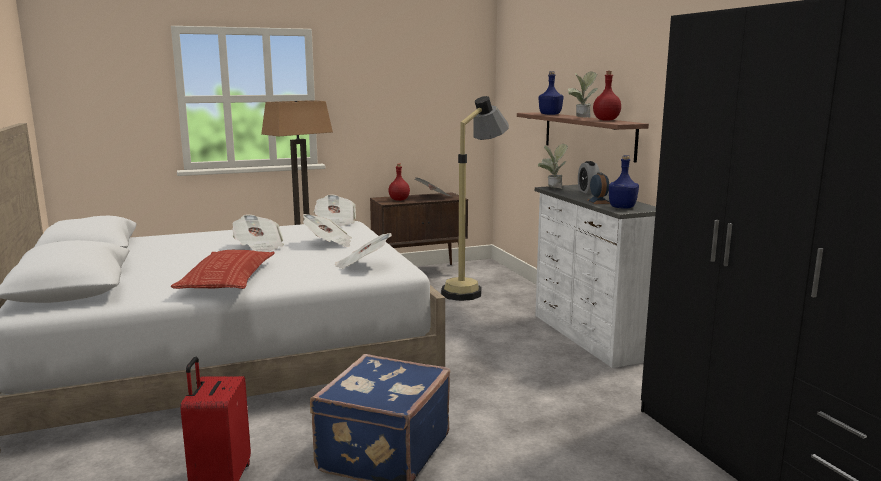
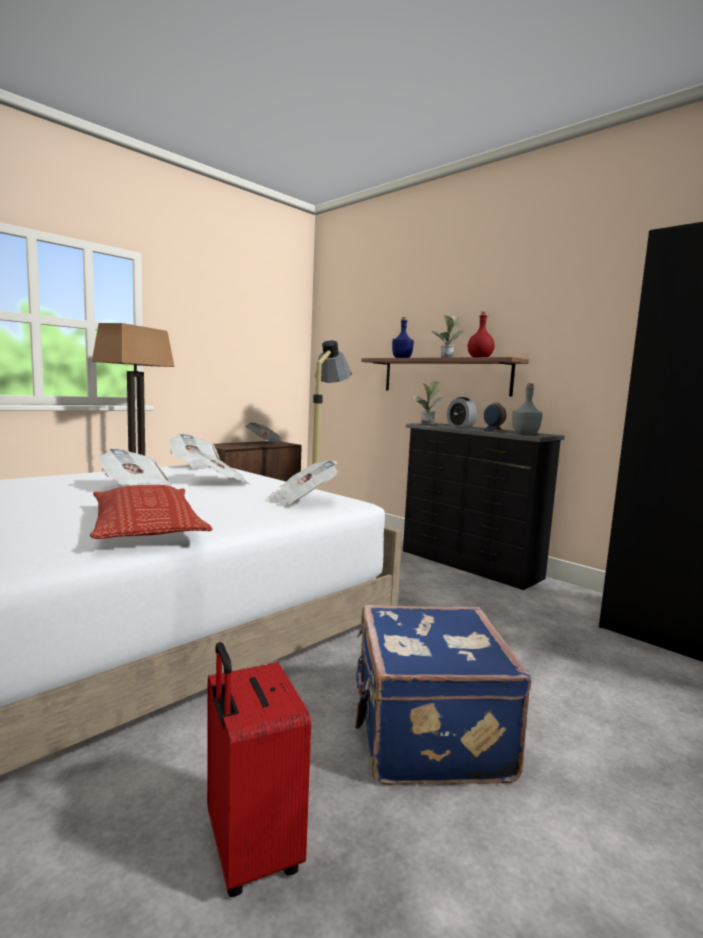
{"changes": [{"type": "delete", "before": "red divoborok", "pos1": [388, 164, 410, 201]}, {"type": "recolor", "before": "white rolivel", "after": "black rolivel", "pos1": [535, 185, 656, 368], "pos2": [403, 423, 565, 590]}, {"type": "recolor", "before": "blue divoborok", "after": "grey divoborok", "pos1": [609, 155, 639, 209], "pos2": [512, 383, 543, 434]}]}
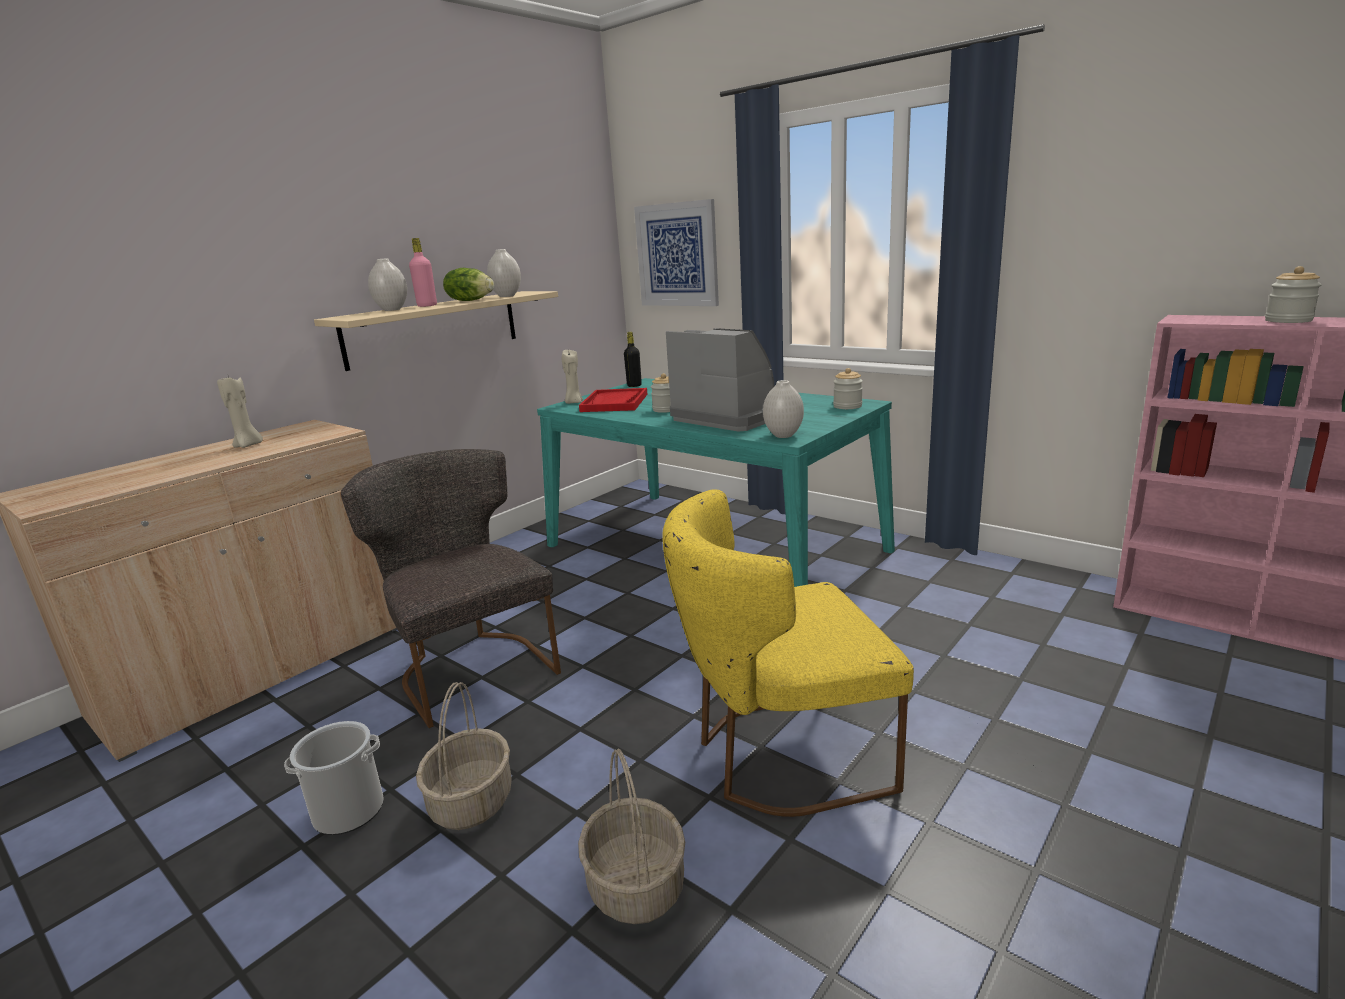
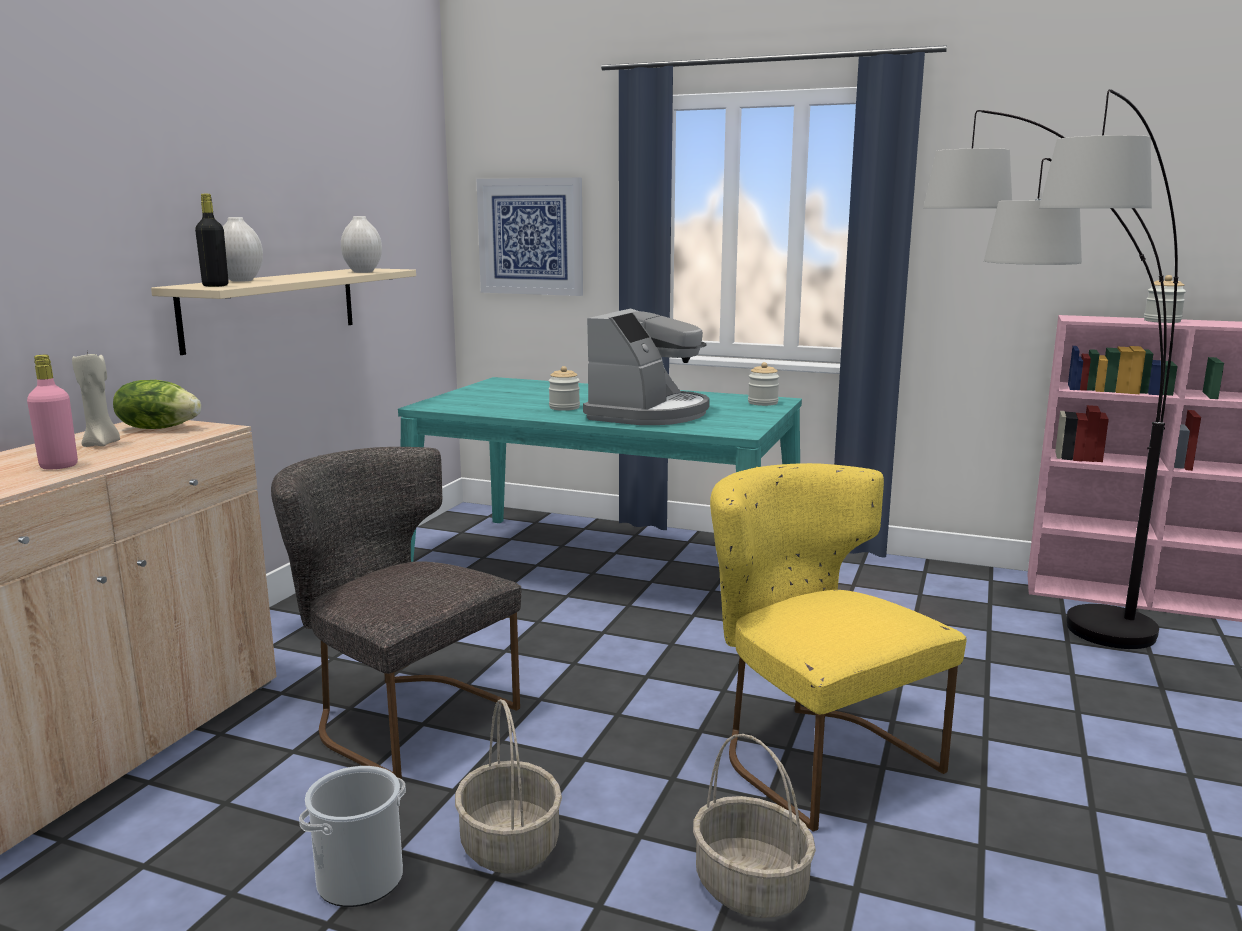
{"changes": [{"type": "delete", "before": "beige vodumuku", "pos1": [562, 350, 583, 404]}, {"type": "delete", "before": "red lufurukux", "pos1": [579, 388, 648, 412]}, {"type": "delete", "before": "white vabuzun", "pos1": [763, 380, 804, 438]}, {"type": "insert", "after": "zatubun", "pos2": [923, 89, 1179, 649]}, {"type": "move", "before": "pink divoborok", "pos1": [409, 238, 437, 307], "pos2": [27, 355, 78, 469]}, {"type": "move", "before": "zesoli", "pos1": [443, 268, 494, 301], "pos2": [113, 380, 201, 429]}, {"type": "move", "before": "black divoborok", "pos1": [624, 332, 642, 387], "pos2": [195, 194, 228, 287]}, {"type": "rotate", "before": "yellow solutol", "pos1": [663, 489, 914, 817], "pos2": [710, 463, 967, 832], "turn": 90}, {"type": "rotate", "before": "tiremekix", "pos1": [666, 328, 774, 431], "pos2": [583, 309, 710, 425], "turn": 90}]}
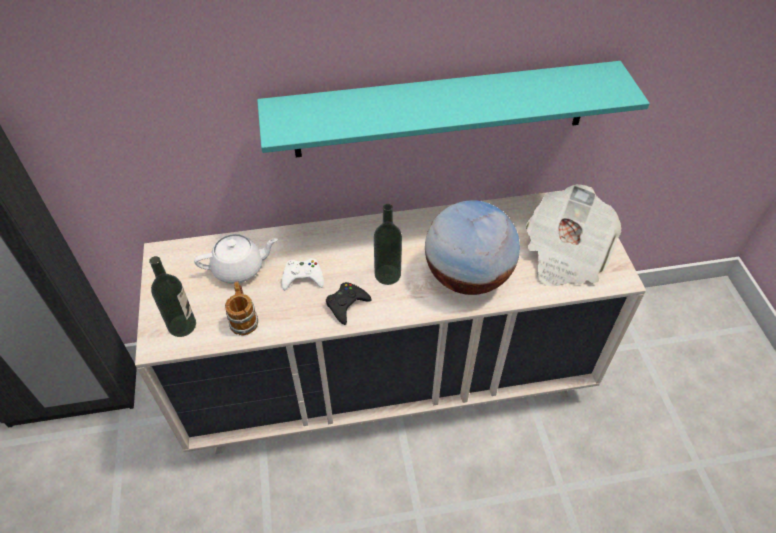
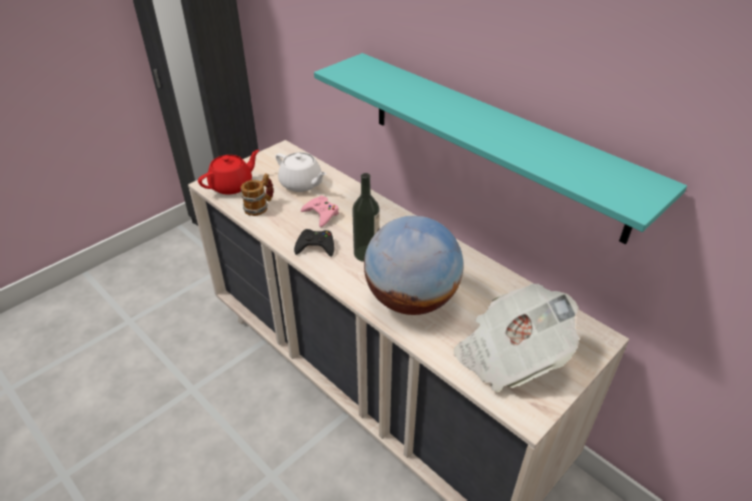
{"changes": [{"type": "replace", "before": "divoborok", "after": "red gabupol", "pos1": [149, 256, 196, 337], "pos2": [198, 150, 259, 195]}, {"type": "recolor", "before": "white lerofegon", "after": "pink lerofegon", "pos1": [282, 258, 324, 290], "pos2": [301, 196, 339, 227]}]}
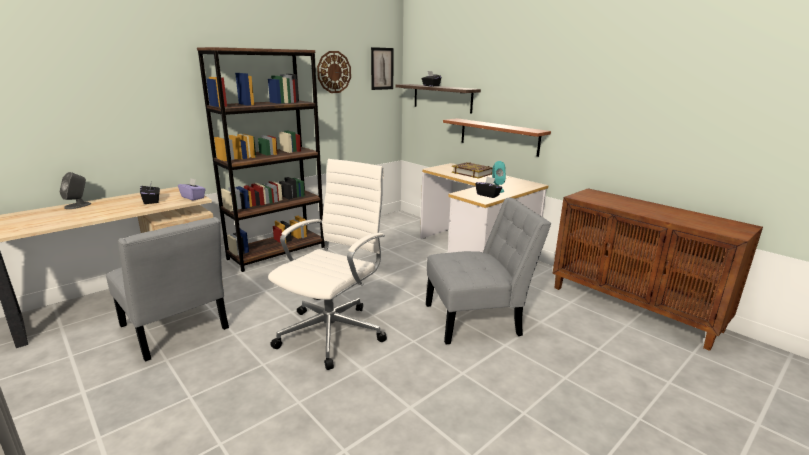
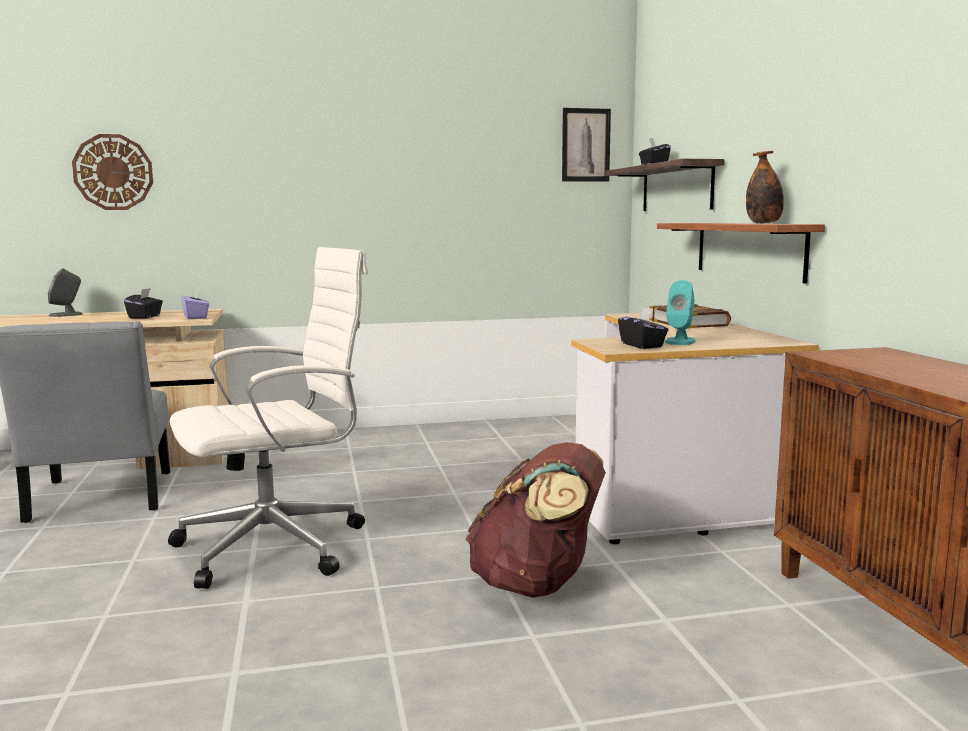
{"changes": [{"type": "delete", "before": "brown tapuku", "pos1": [197, 47, 325, 272]}, {"type": "insert", "after": "divoborok", "pos2": [746, 151, 784, 224]}, {"type": "move", "before": "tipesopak", "pos1": [317, 51, 351, 93], "pos2": [72, 134, 153, 210]}, {"type": "replace", "before": "grey solutol", "after": "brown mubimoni", "pos1": [426, 198, 551, 344], "pos2": [466, 442, 606, 598]}]}
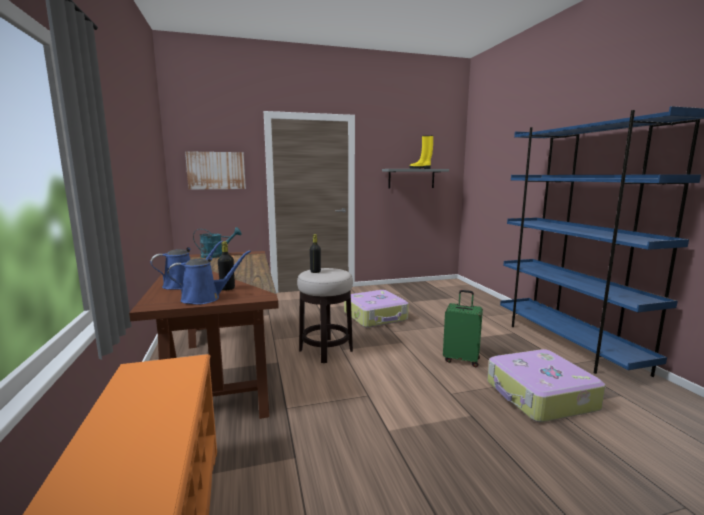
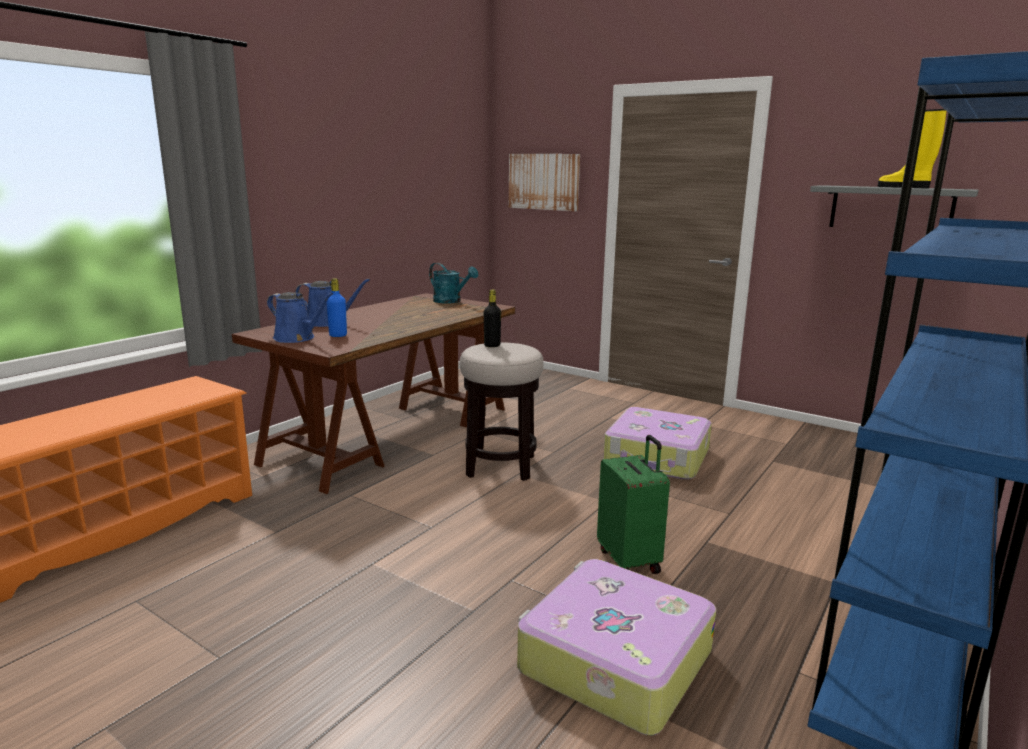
{"changes": [{"type": "recolor", "before": "black divoborok", "after": "blue divoborok", "pos1": [218, 241, 235, 290], "pos2": [326, 278, 347, 337]}]}
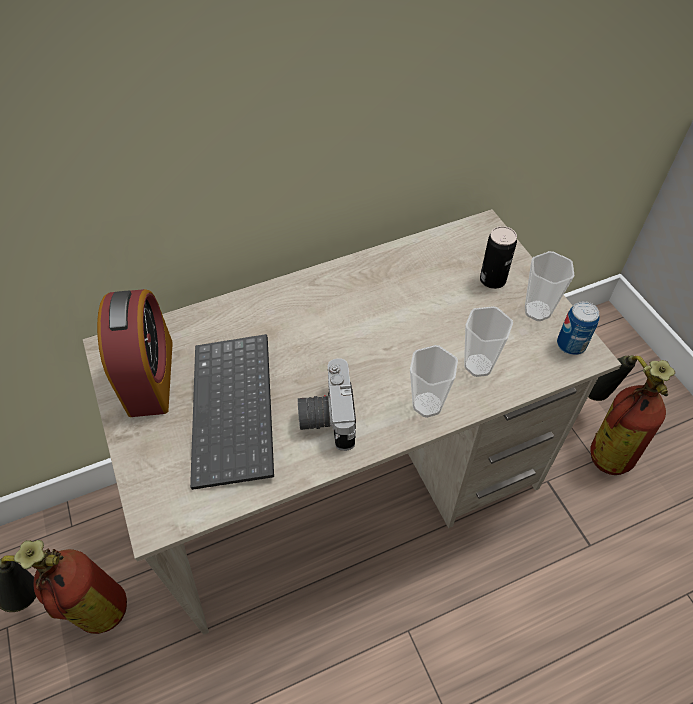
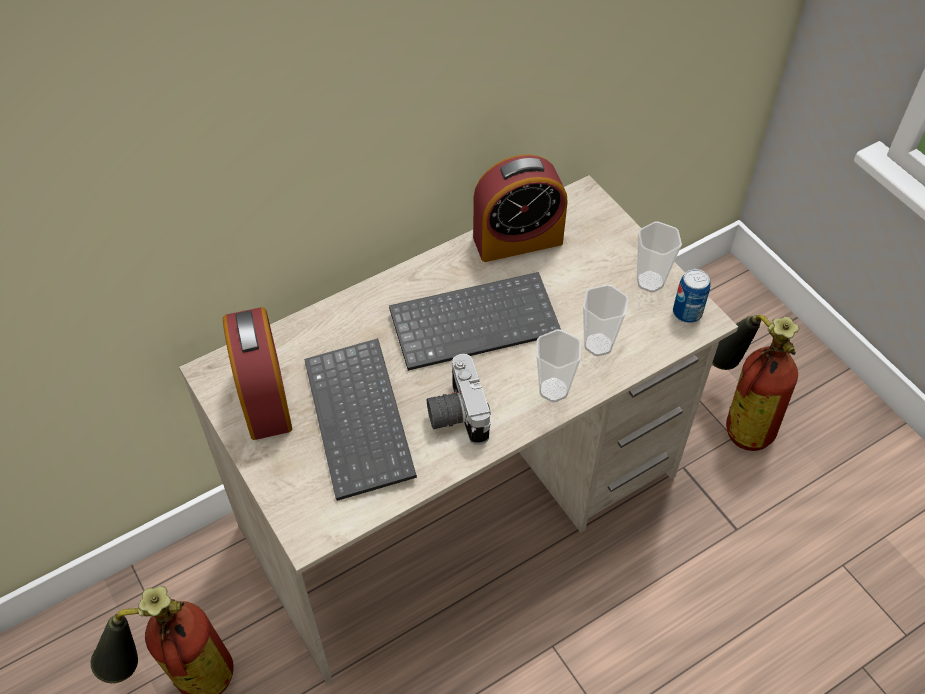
{"changes": [{"type": "delete", "before": "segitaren", "pos1": [480, 226, 517, 289]}, {"type": "insert", "after": "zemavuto", "pos2": [389, 272, 561, 371]}, {"type": "insert", "after": "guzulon", "pos2": [473, 154, 568, 262]}]}
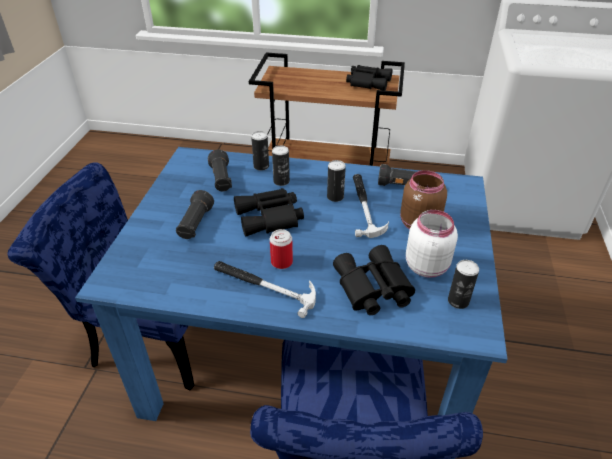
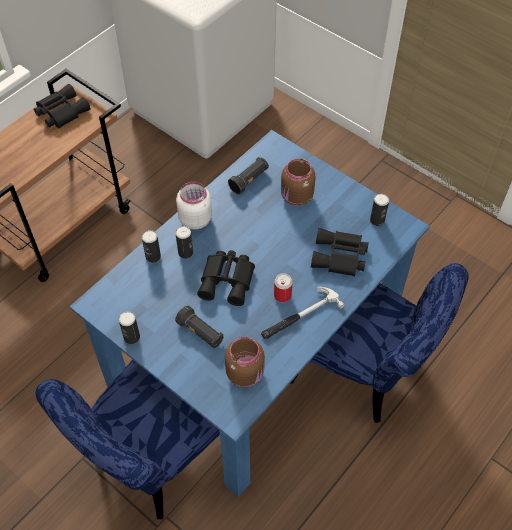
{"changes": [{"type": "delete", "before": "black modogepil", "pos1": [208, 149, 232, 191]}, {"type": "delete", "before": "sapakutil", "pos1": [353, 174, 389, 238]}, {"type": "insert", "after": "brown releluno", "pos2": [225, 337, 265, 387]}, {"type": "move", "before": "segitaren", "pos1": [327, 160, 346, 202], "pos2": [119, 311, 140, 344]}, {"type": "move", "before": "white releluno", "pos1": [406, 210, 458, 278], "pos2": [176, 182, 212, 230]}]}
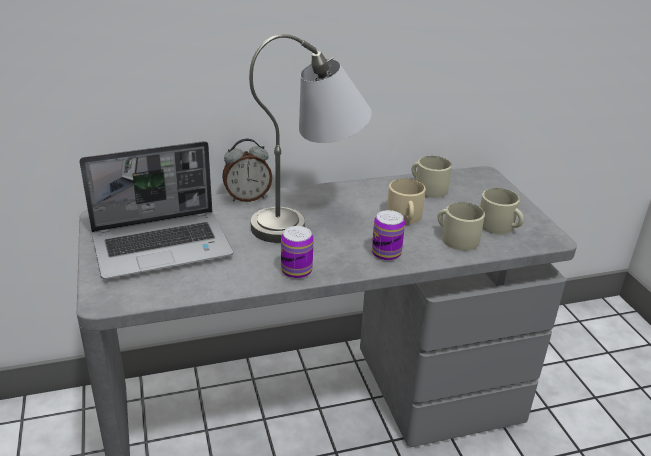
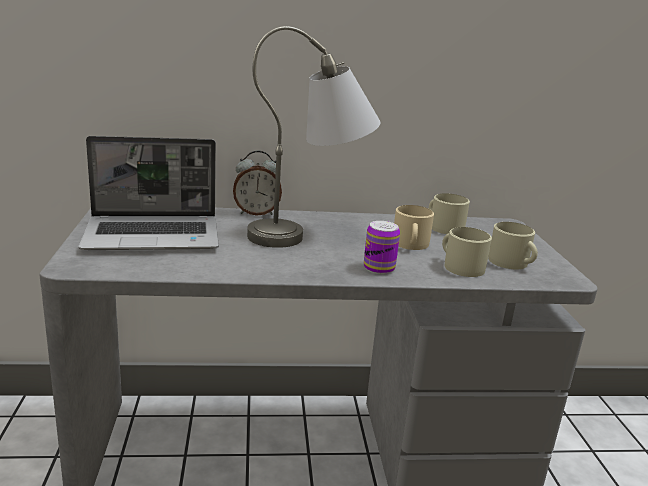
{"changes": [{"type": "delete", "before": "segitaren", "pos1": [281, 226, 314, 279]}]}
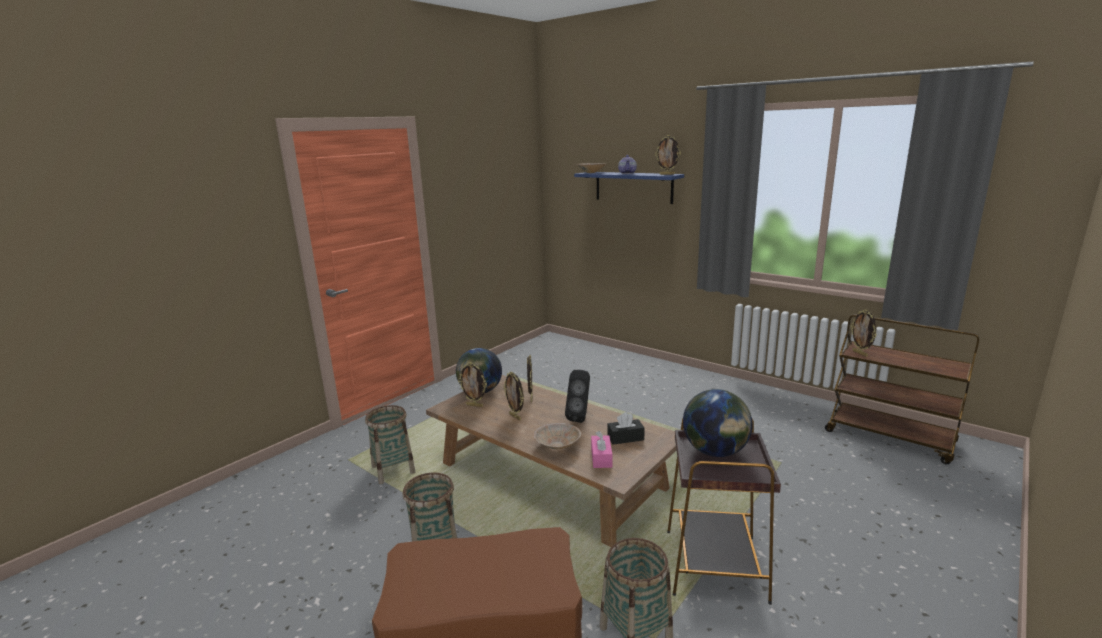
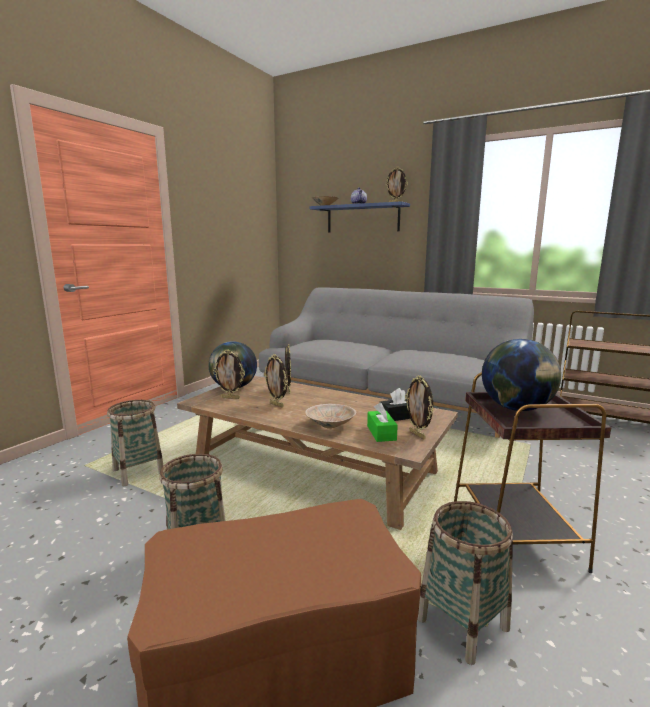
{"changes": [{"type": "delete", "before": "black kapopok", "pos1": [565, 370, 590, 423]}, {"type": "insert", "after": "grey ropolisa", "pos2": [259, 287, 534, 438]}, {"type": "move", "before": "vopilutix", "pos1": [851, 310, 876, 357], "pos2": [405, 375, 433, 440]}, {"type": "recolor", "before": "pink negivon", "after": "green negivon", "pos1": [591, 431, 612, 468], "pos2": [367, 402, 398, 442]}]}
